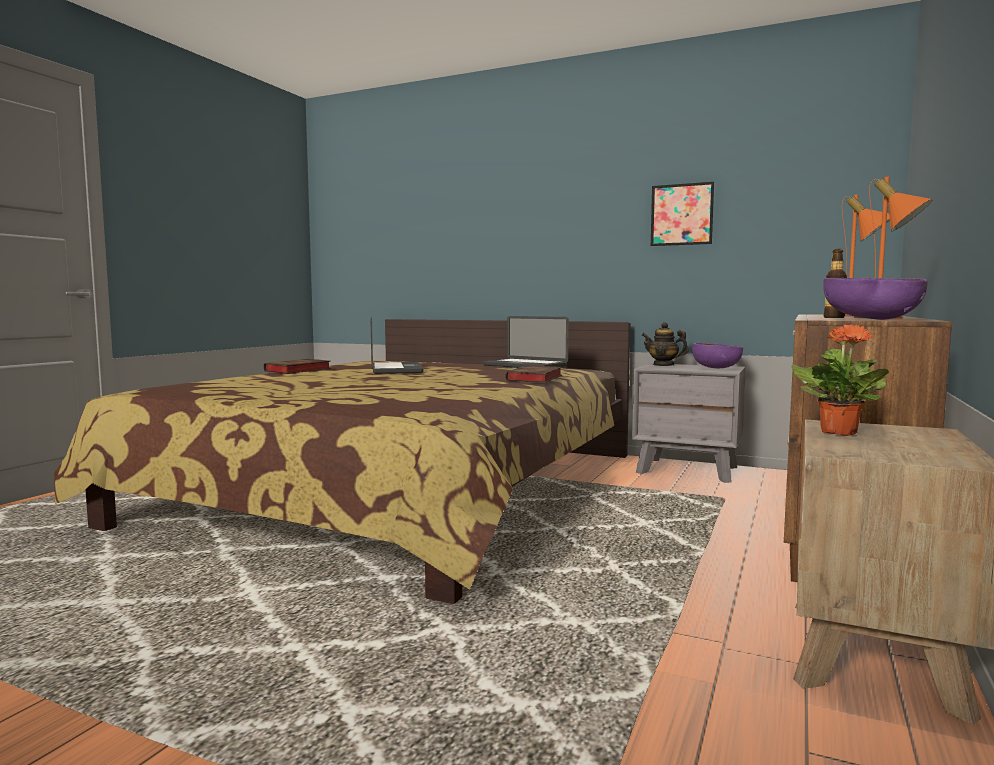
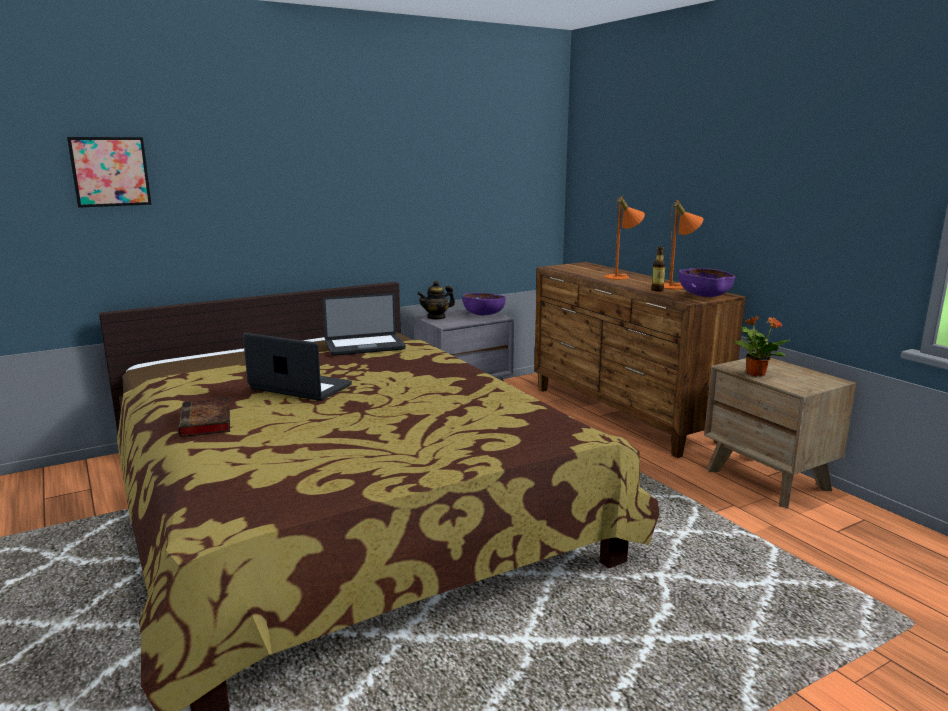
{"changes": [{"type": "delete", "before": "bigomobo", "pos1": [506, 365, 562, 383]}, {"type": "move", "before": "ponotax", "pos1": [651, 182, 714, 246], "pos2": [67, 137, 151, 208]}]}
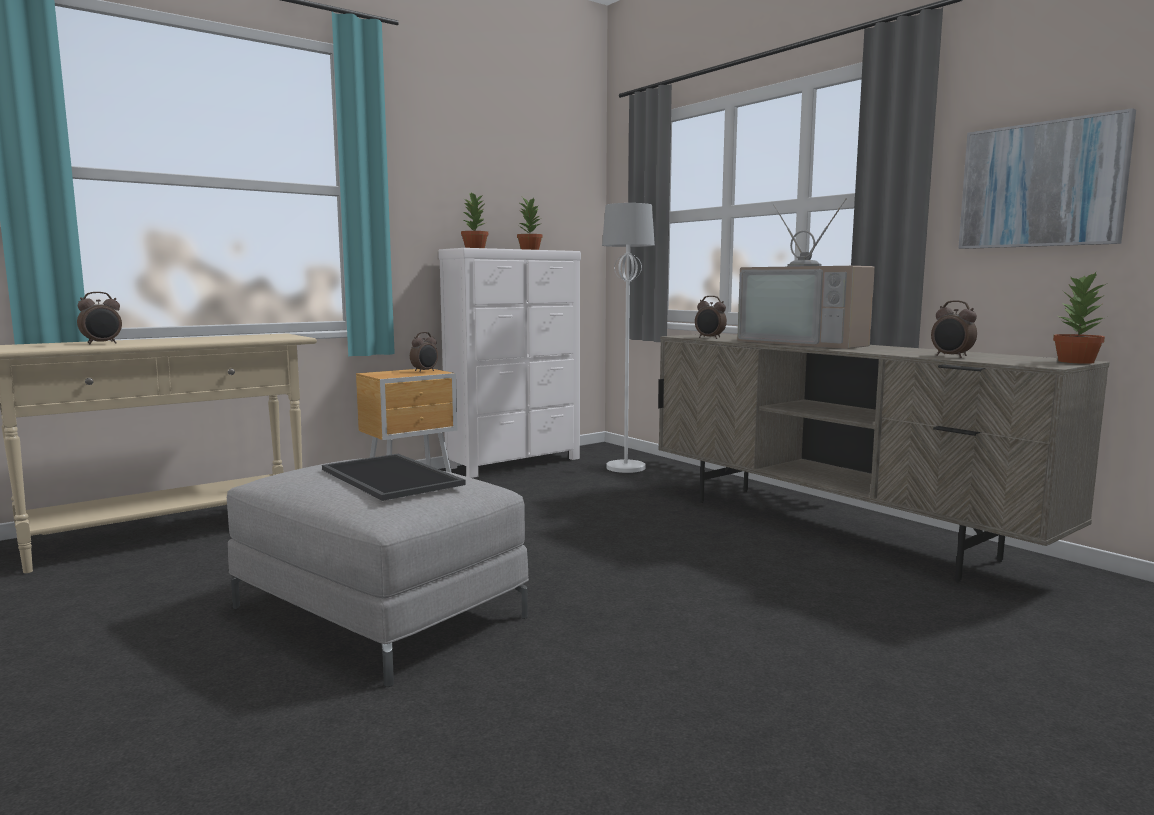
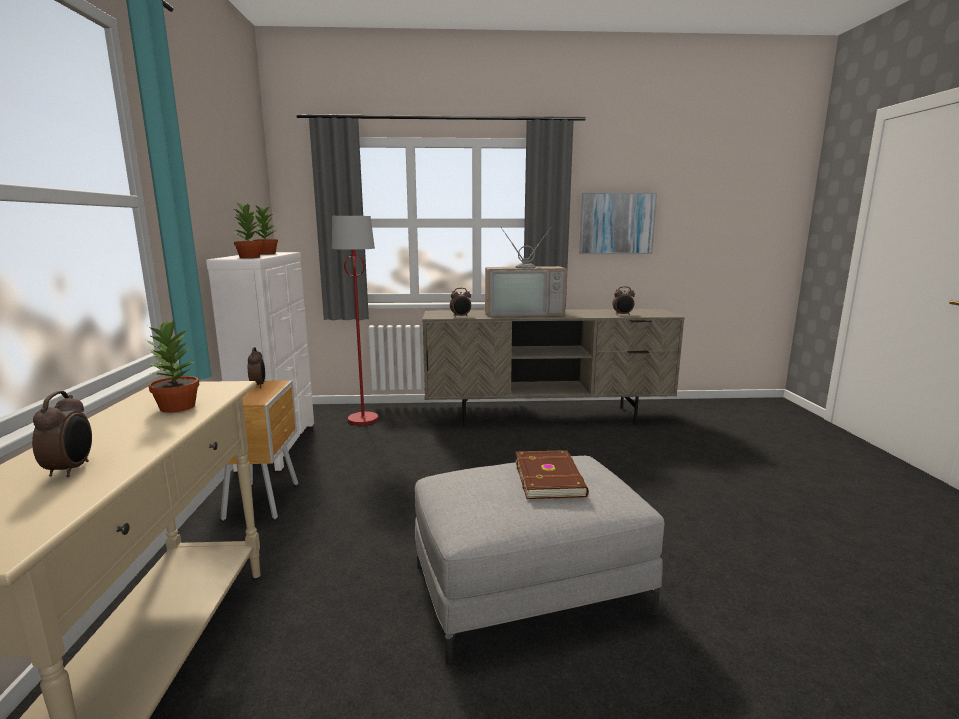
{"changes": [{"type": "move", "before": "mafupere", "pos1": [1053, 272, 1106, 364], "pos2": [146, 320, 199, 413]}, {"type": "replace", "before": "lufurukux", "after": "brown bigomobo", "pos1": [322, 454, 466, 501], "pos2": [515, 450, 589, 499]}, {"type": "recolor", "before": "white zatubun", "after": "red zatubun", "pos1": [602, 203, 655, 473], "pos2": [332, 216, 379, 425]}]}
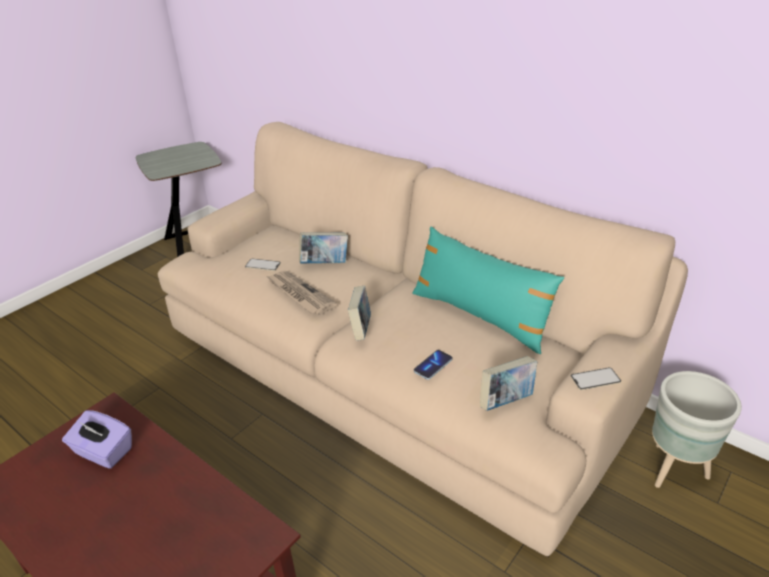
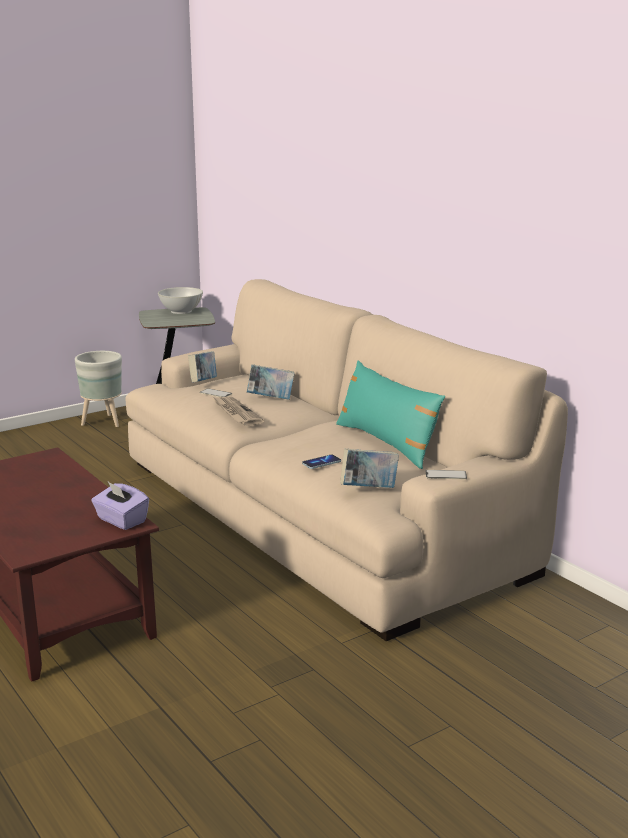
{"changes": [{"type": "insert", "after": "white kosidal", "pos2": [158, 287, 203, 314]}, {"type": "move", "before": "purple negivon", "pos1": [62, 410, 132, 469], "pos2": [91, 482, 149, 530]}, {"type": "move", "before": "bigomobo", "pos1": [348, 286, 371, 341], "pos2": [188, 351, 217, 382]}, {"type": "move", "before": "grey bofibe", "pos1": [652, 371, 742, 488], "pos2": [75, 351, 122, 427]}]}
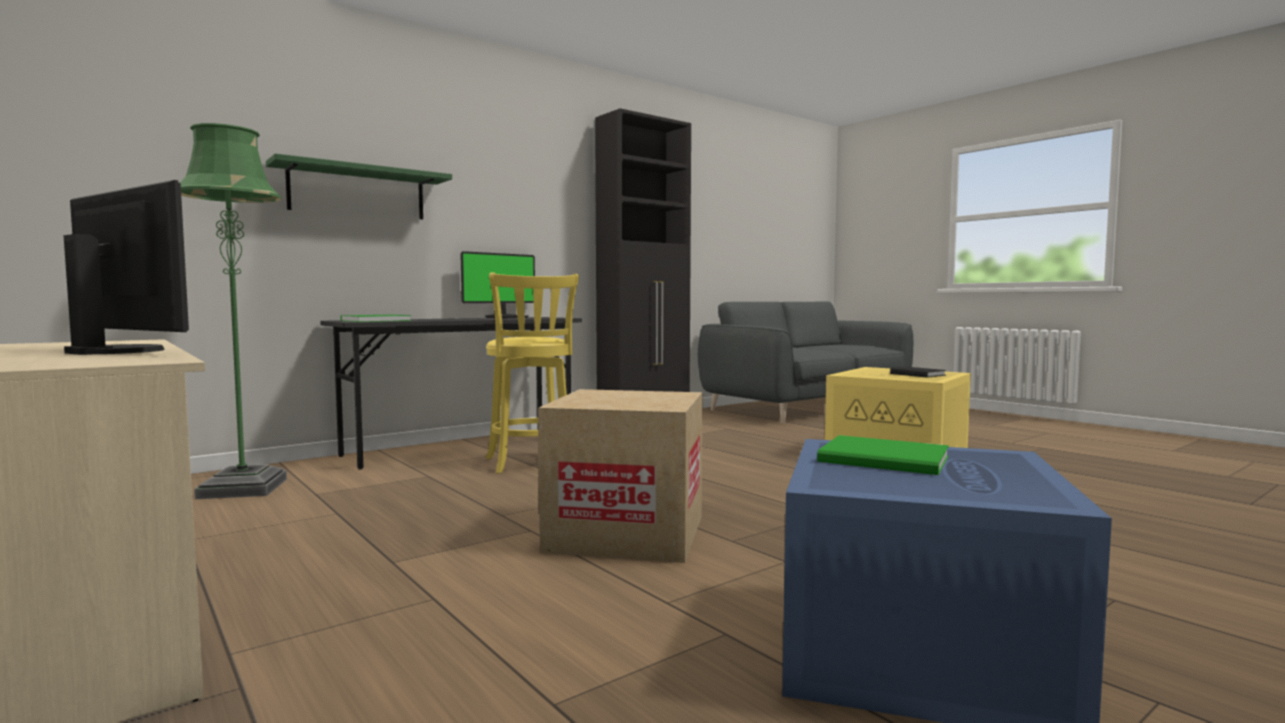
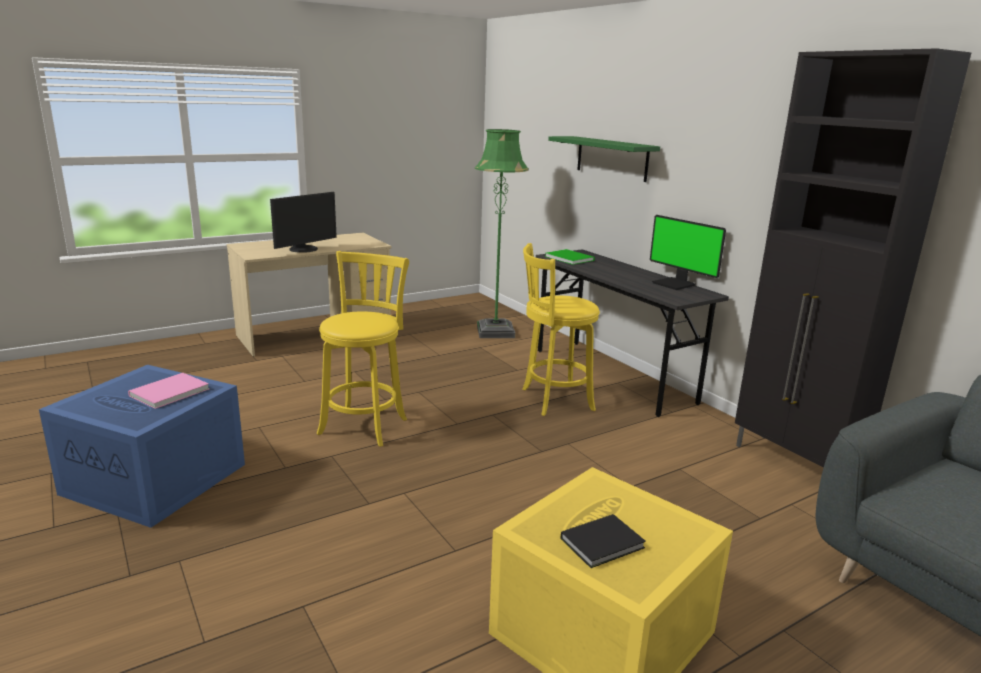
{"changes": [{"type": "replace", "before": "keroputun", "after": "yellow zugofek", "pos1": [538, 389, 703, 563], "pos2": [317, 251, 409, 447]}, {"type": "recolor", "before": "green bigomobo", "after": "pink bigomobo", "pos1": [817, 435, 949, 475], "pos2": [128, 373, 209, 409]}]}
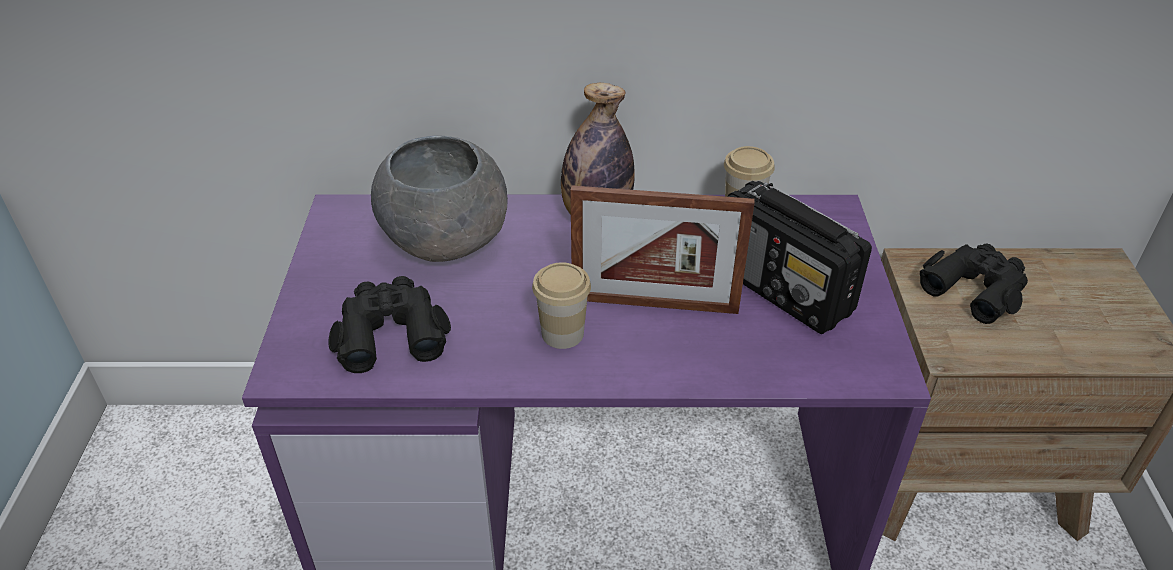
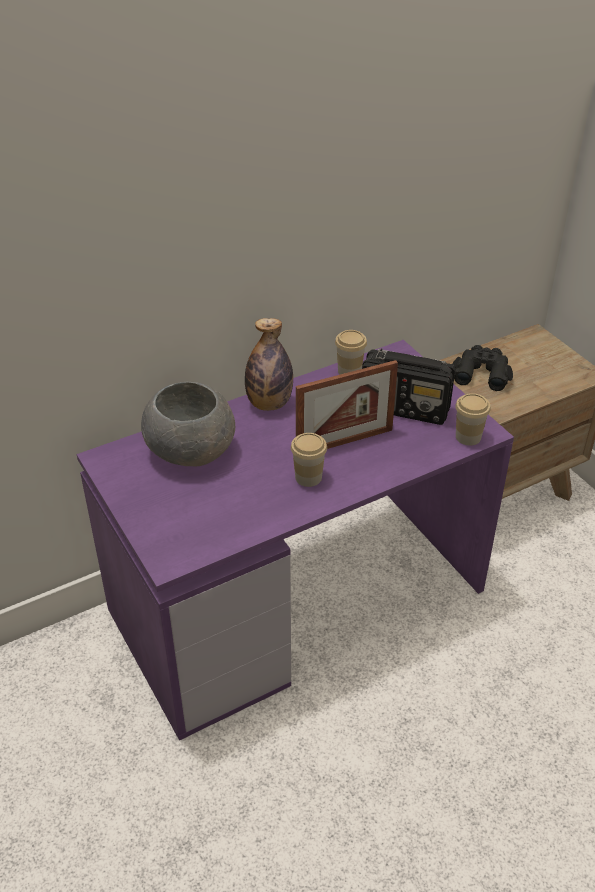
{"changes": [{"type": "delete", "before": "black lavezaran", "pos1": [328, 276, 451, 373]}, {"type": "insert", "after": "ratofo", "pos2": [455, 393, 491, 445]}]}
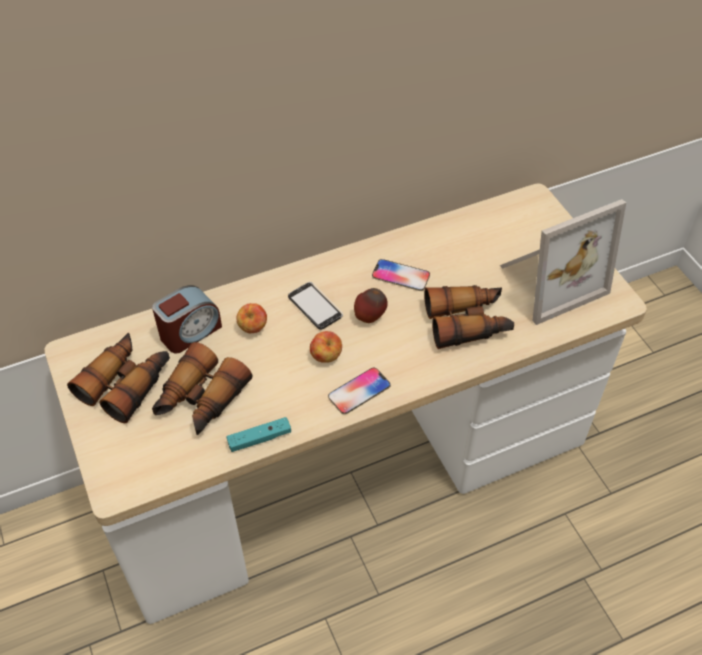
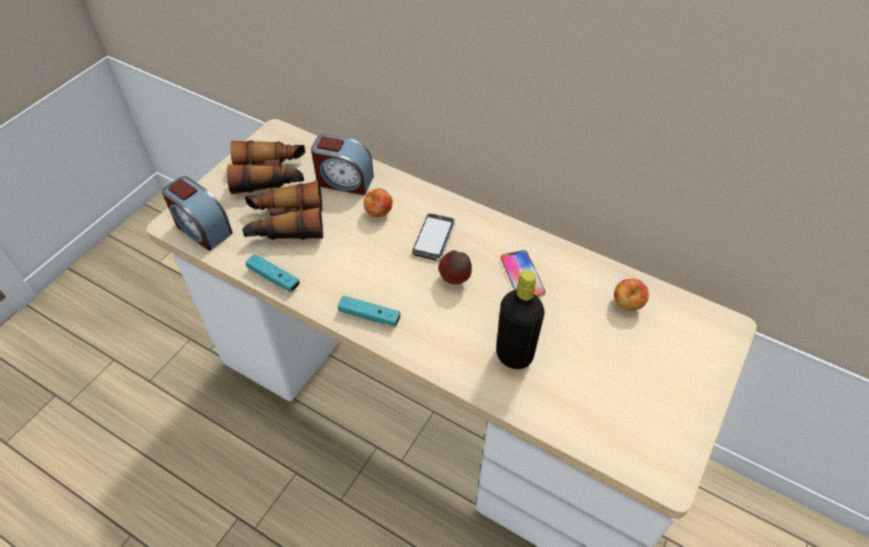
{"changes": [{"type": "delete", "before": "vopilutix", "pos1": [499, 199, 626, 325]}, {"type": "insert", "after": "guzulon", "pos2": [162, 176, 233, 251]}, {"type": "move", "before": "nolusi", "pos1": [310, 331, 342, 363], "pos2": [614, 278, 649, 311]}, {"type": "replace", "before": "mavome", "after": "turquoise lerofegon", "pos1": [328, 367, 390, 414], "pos2": [338, 295, 401, 327]}, {"type": "replace", "before": "lavezaran", "after": "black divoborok", "pos1": [424, 285, 514, 349], "pos2": [496, 270, 544, 369]}]}
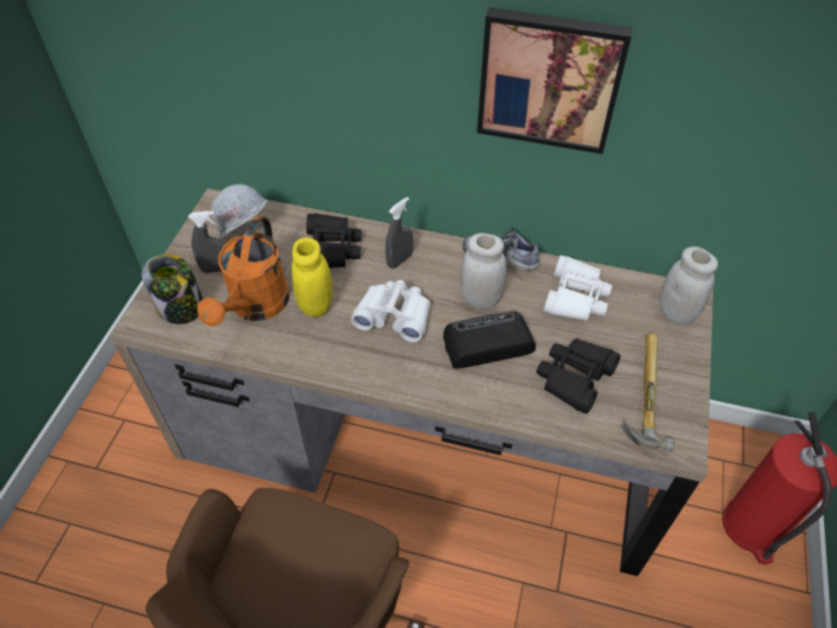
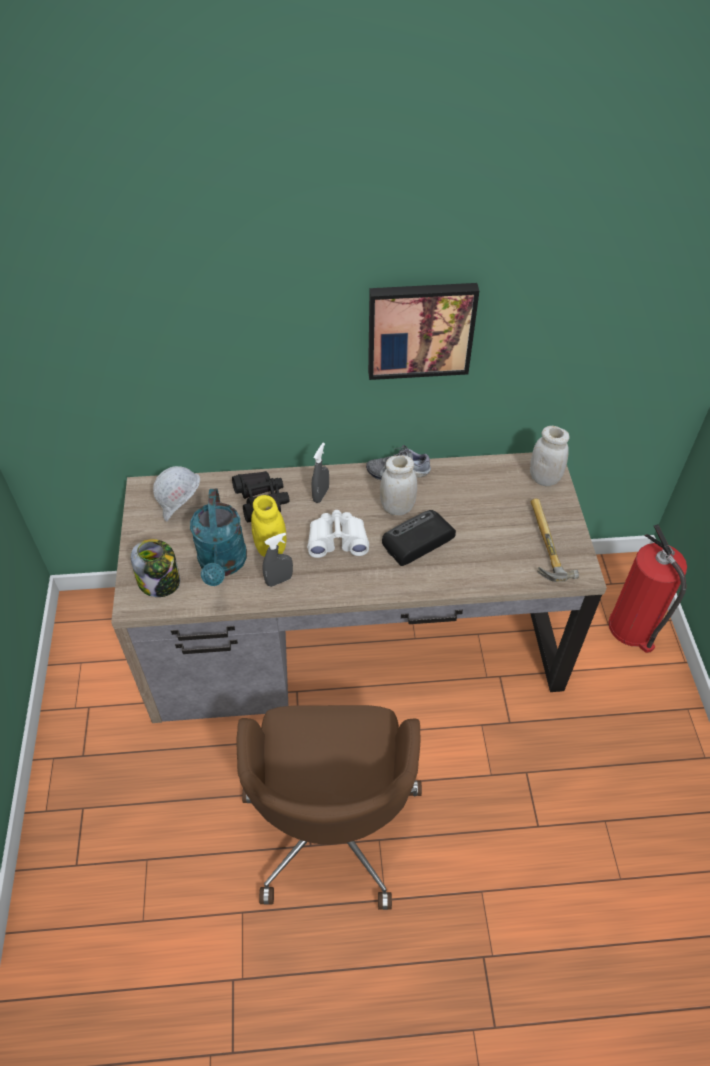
{"changes": [{"type": "delete", "before": "black lavezaran", "pos1": [536, 338, 620, 414]}, {"type": "delete", "before": "white lavezaran", "pos1": [543, 255, 612, 321]}, {"type": "move", "before": "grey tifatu", "pos1": [188, 211, 226, 273], "pos2": [262, 533, 293, 587]}, {"type": "recolor", "before": "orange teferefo", "after": "turquoise teferefo", "pos1": [197, 216, 289, 326], "pos2": [190, 488, 247, 586]}]}
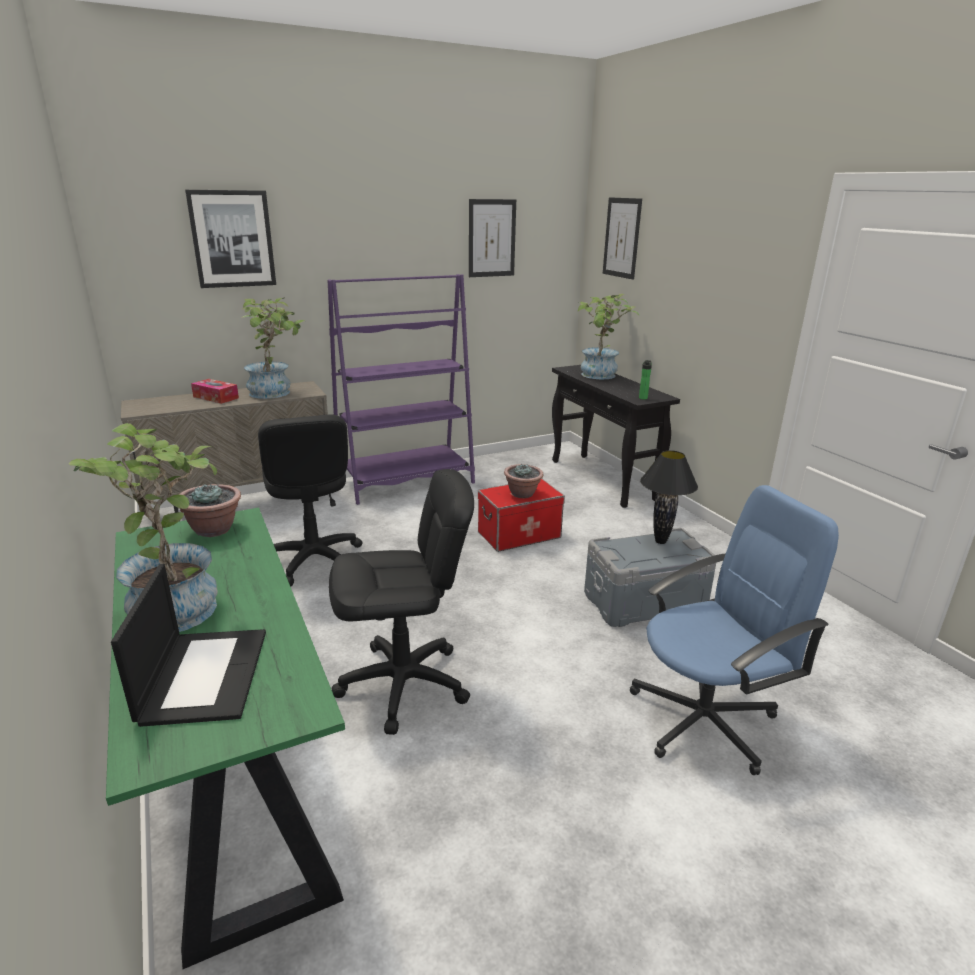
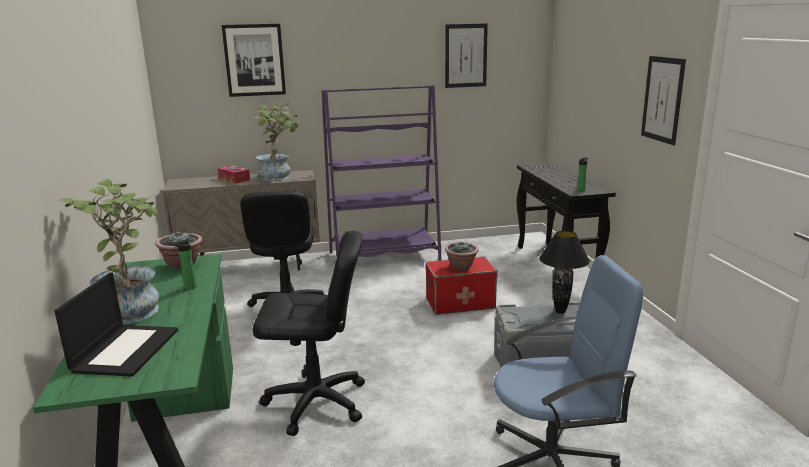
{"changes": [{"type": "delete", "before": "mafupere", "pos1": [578, 294, 639, 379]}, {"type": "insert", "after": "divoborok", "pos2": [172, 239, 196, 290]}, {"type": "move", "before": "ponotax", "pos1": [603, 197, 642, 280], "pos2": [641, 56, 686, 145]}]}
